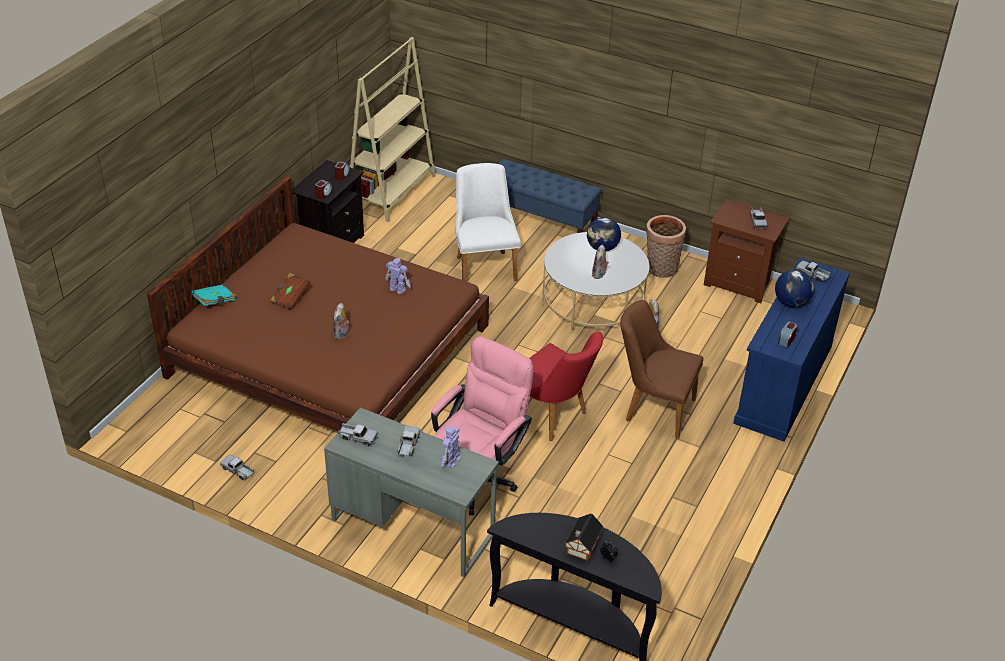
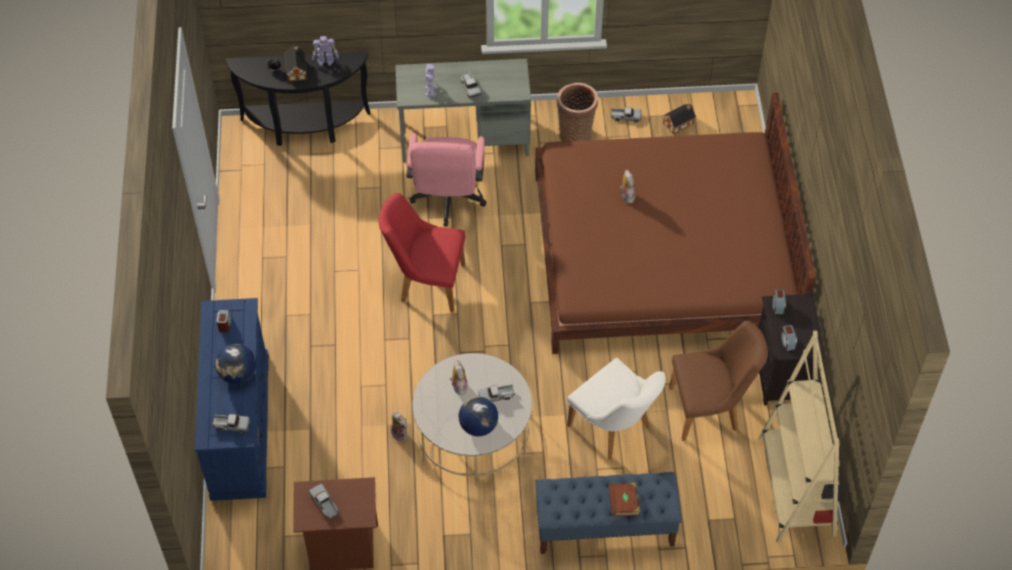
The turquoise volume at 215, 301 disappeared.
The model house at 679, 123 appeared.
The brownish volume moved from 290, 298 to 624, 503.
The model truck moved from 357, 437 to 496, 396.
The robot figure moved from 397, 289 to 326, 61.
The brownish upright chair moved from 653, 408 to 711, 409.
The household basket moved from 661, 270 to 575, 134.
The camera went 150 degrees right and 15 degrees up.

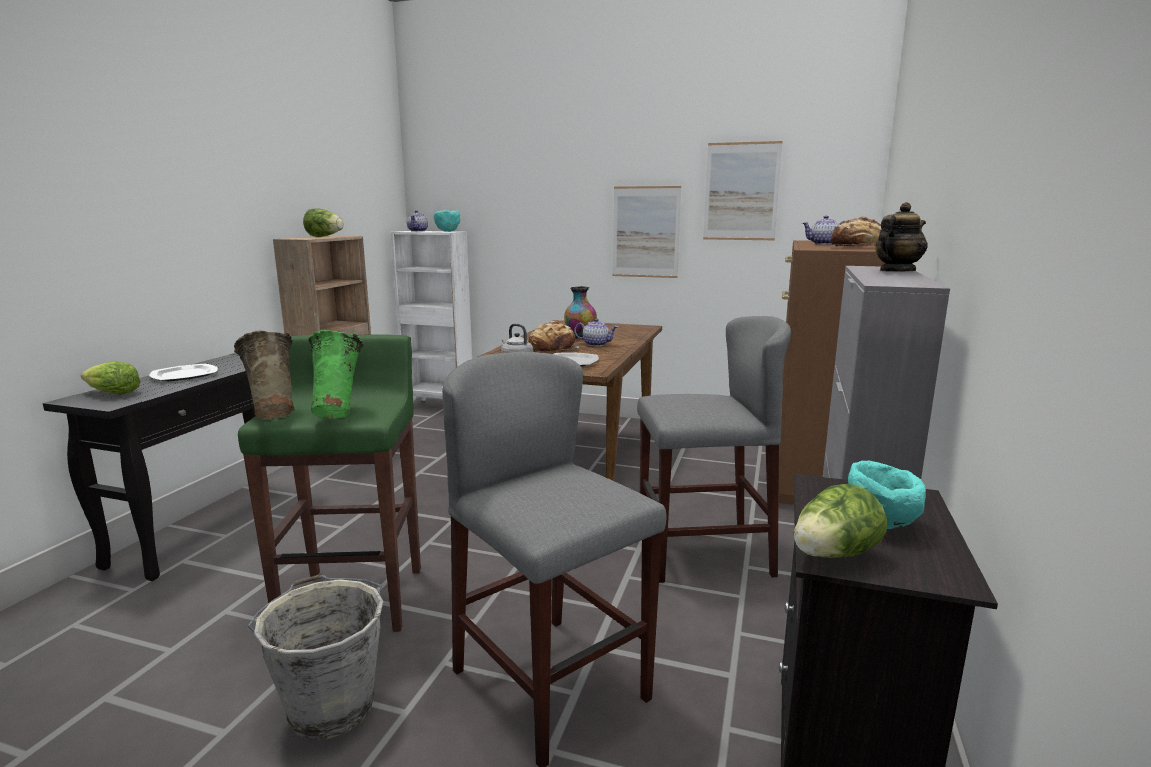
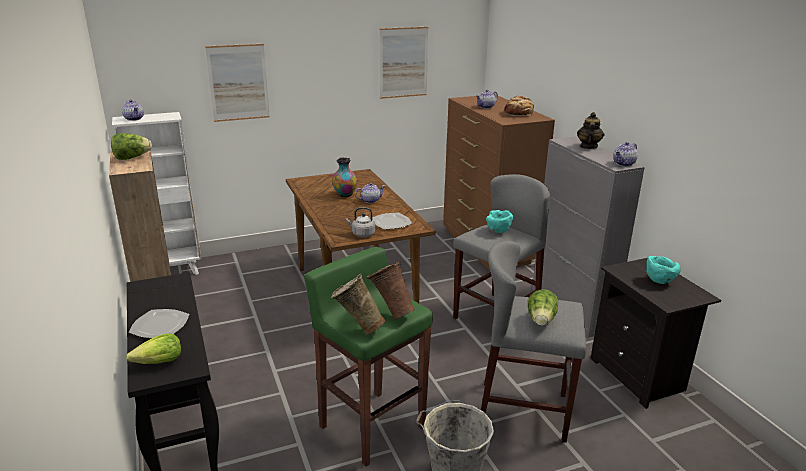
The bread at 552, 348 disappeared.
The pot for tea at 624, 164 appeared.
The turquoise deep dish moved from 447, 231 to 498, 231.
The wall picture moved from 646, 232 to 238, 82.
The head of lettuce moved from 833, 555 to 541, 321.
The green decorative vase at 338, 413 became the brownish decorative vase at 391, 313.
The camera went 40 degrees left and 10 degrees up.

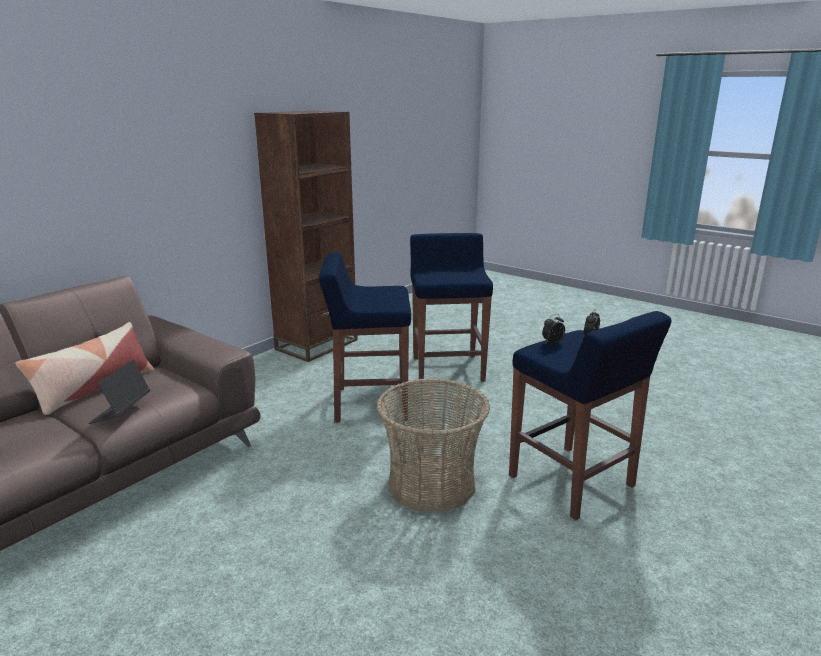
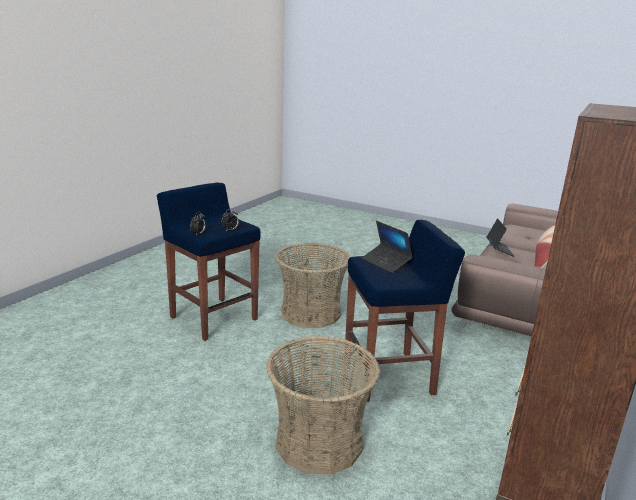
The laptop at 386, 262 appeared.
The blue stool seat at 448, 368 was replaced by the household basket at 319, 442.
The camera went 170 degrees right and 0 degrees up.

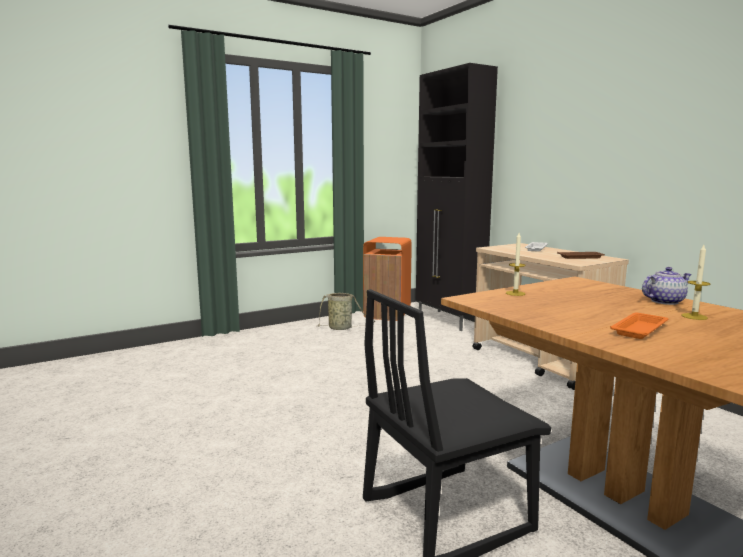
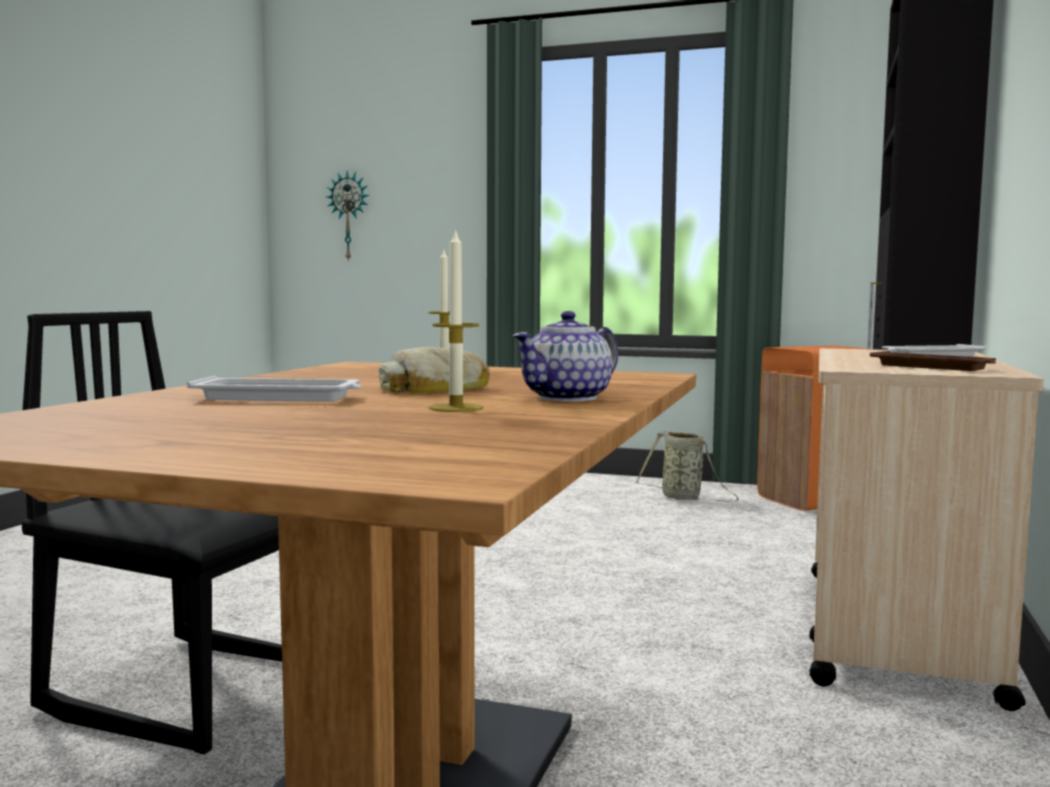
The hanging clock at 349, 216 appeared.
The bread at 436, 389 appeared.
The orangey serving tray at 640, 329 became the whitish serving tray at 279, 398.
The pot for tea at 664, 301 turned 105 degrees clockwise.
The camera went 50 degrees right and 5 degrees down.

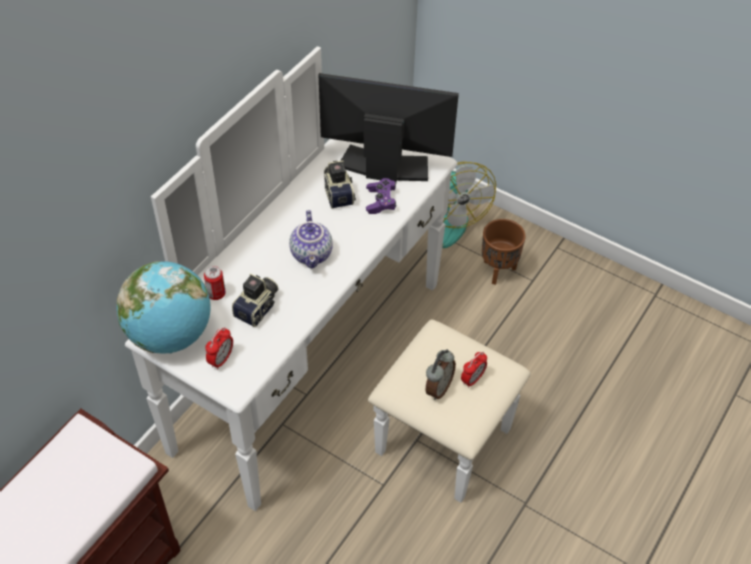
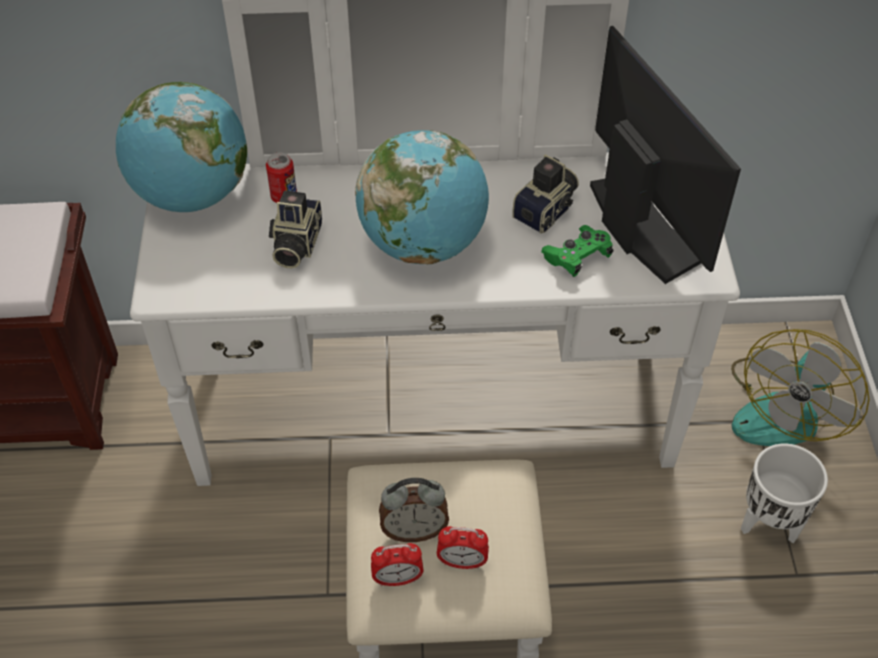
The bedside clock moved from 221, 360 to 397, 579.
The pot for tea at 312, 254 was replaced by the globe at 423, 244.
The purple-coloured game controller at 381, 201 became the green game controller at 577, 258.
The brownish planter at 498, 271 became the whitish planter at 770, 524.
The still camera at 258, 308 turned 105 degrees clockwise.
The camera went 55 degrees right and 0 degrees up.

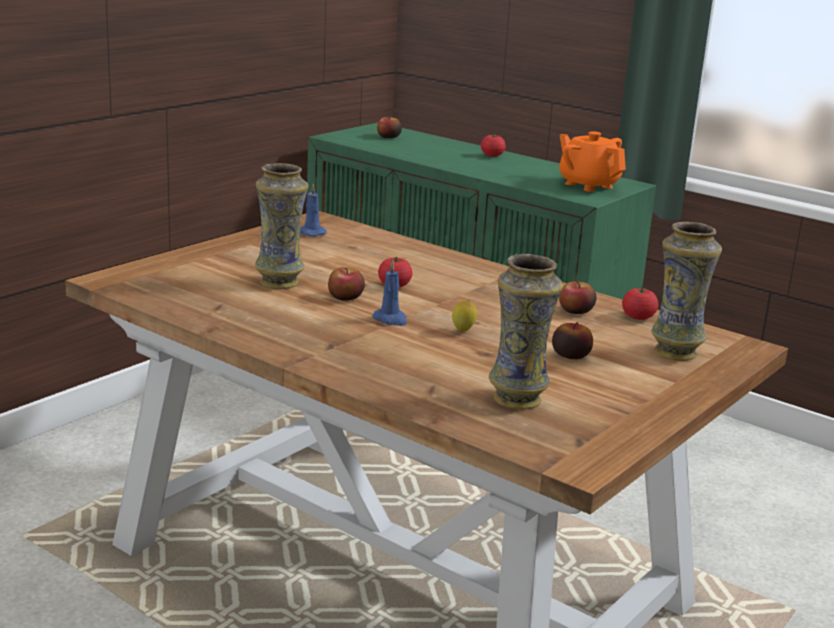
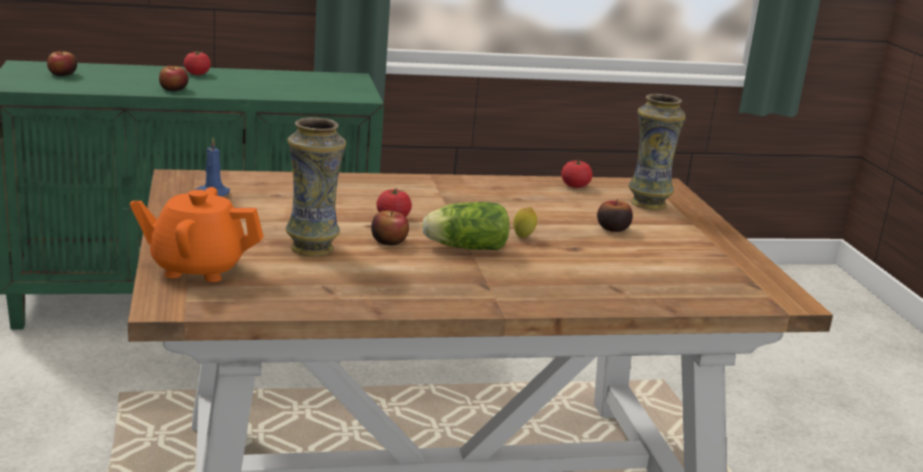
The decorative vase at 518, 400 disappeared.
The orangey pot for tea moved from 588, 185 to 197, 268.
The whole apple moved from 576, 311 to 174, 89.
The blue wax light at 391, 320 was replaced by the head of lettuce at 463, 247.
The camera went 50 degrees left and 0 degrees up.

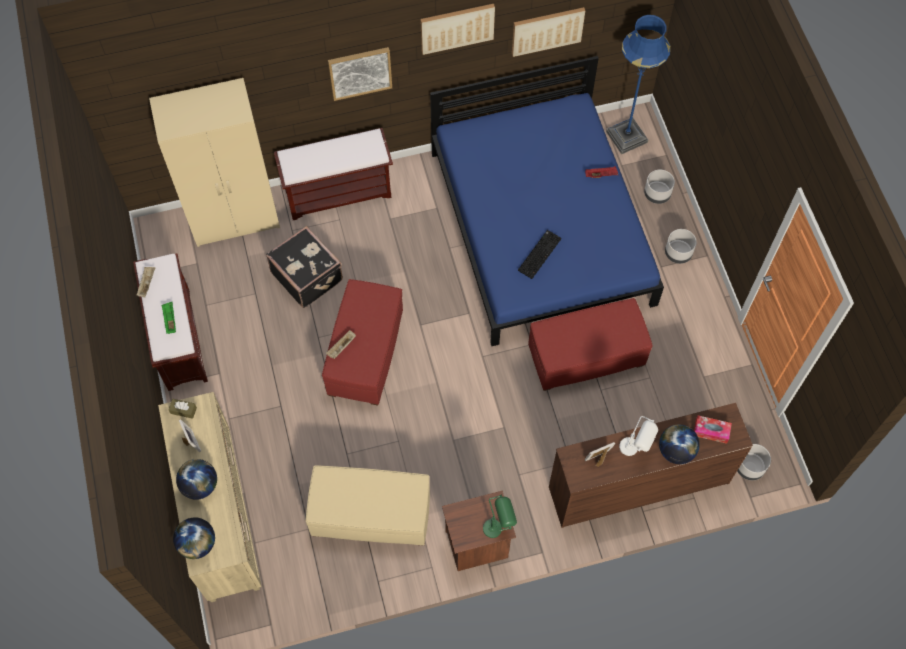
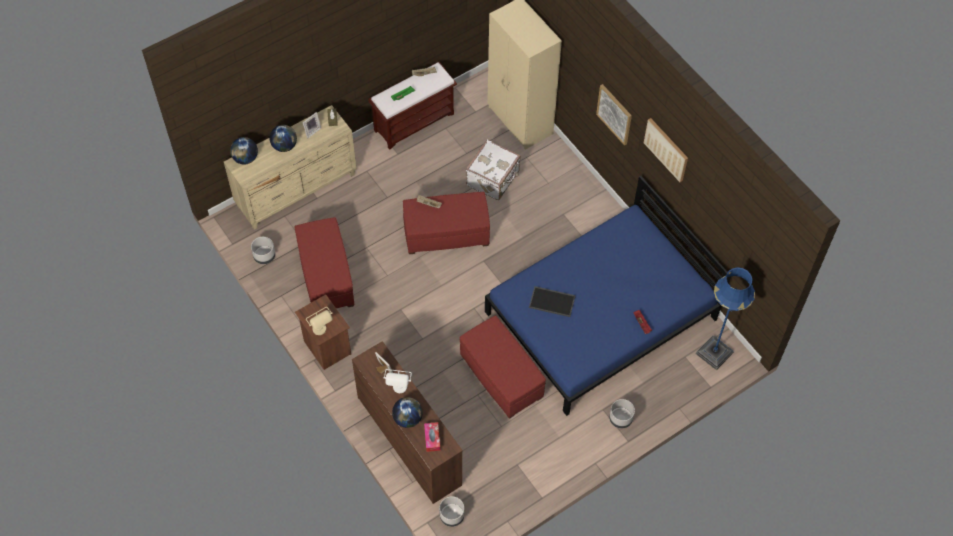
The brownish long seat at 339, 193 disappeared.
The wall picture at 547, 30 disappeared.
The gray planter moved from 657, 194 to 264, 256.
The PC keyboard at 539, 253 was replaced by the serving tray at 552, 301.
The blackish piece of luggage at 307, 276 became the whitish piece of luggage at 493, 179.
The sand-coloured footrest at 370, 515 became the reddish footrest at 326, 276.
The green table lamp at 498, 526 became the sand-coloured table lamp at 322, 332.
The camera went 70 degrees right and 5 degrees down.

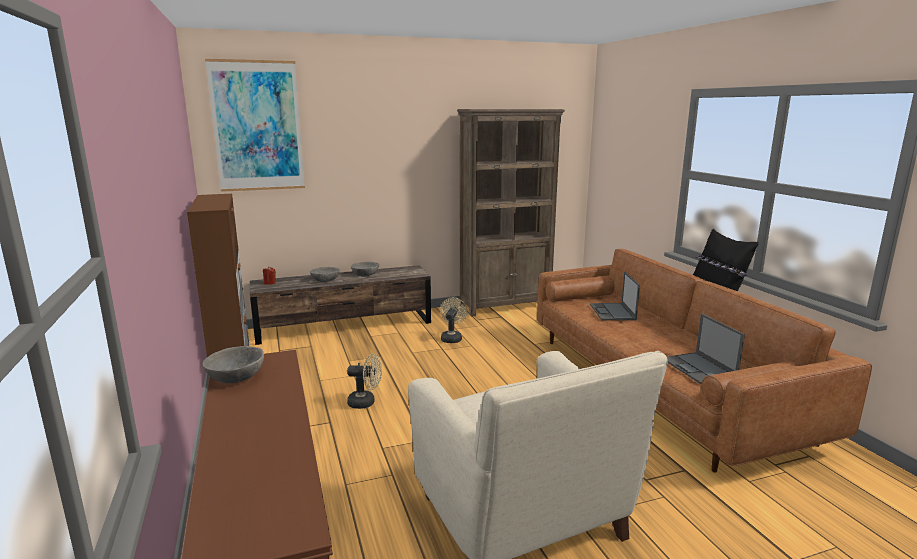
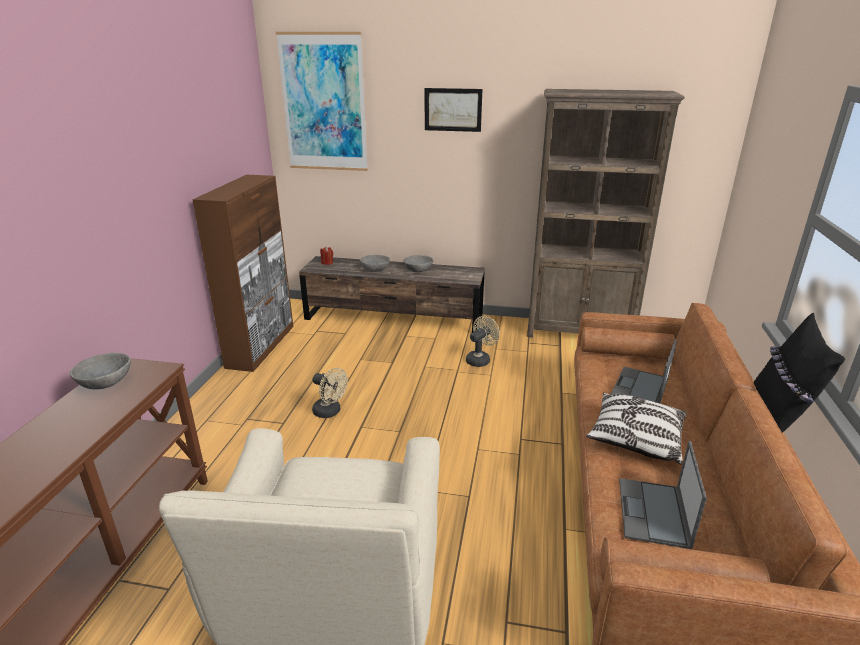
The wall picture at 453, 109 appeared.
The throw pillow at 635, 438 appeared.
The camera went 30 degrees right and 10 degrees up.

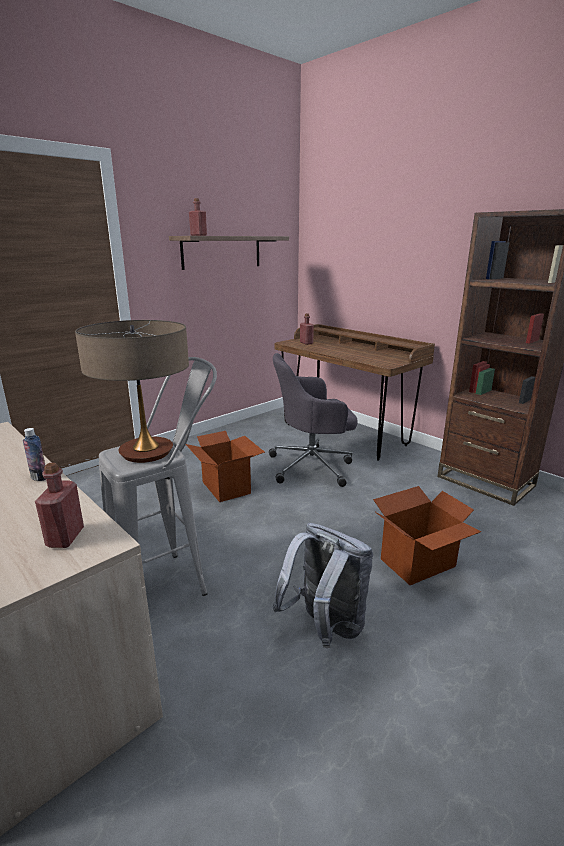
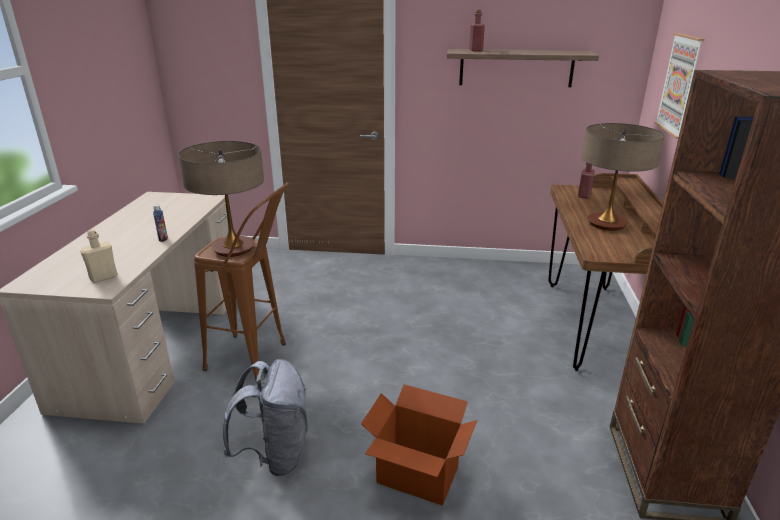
The packing box at 227, 487 disappeared.
The gray office chair at 312, 466 disappeared.
The table lamp at 606, 224 appeared.
The wall picture at 679, 84 appeared.
The reddish beverage bottle at 65, 537 became the sand-coloured beverage bottle at 103, 277.
The gray stool seat at 172, 581 became the brownish stool seat at 257, 359.
The camera went 50 degrees right and 5 degrees up.

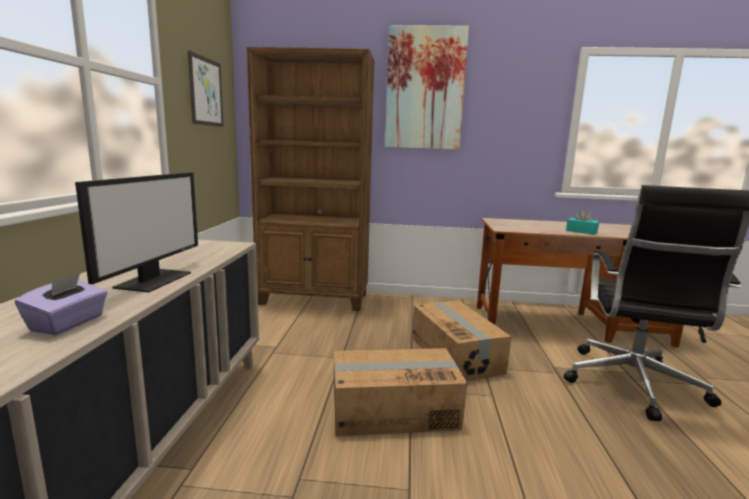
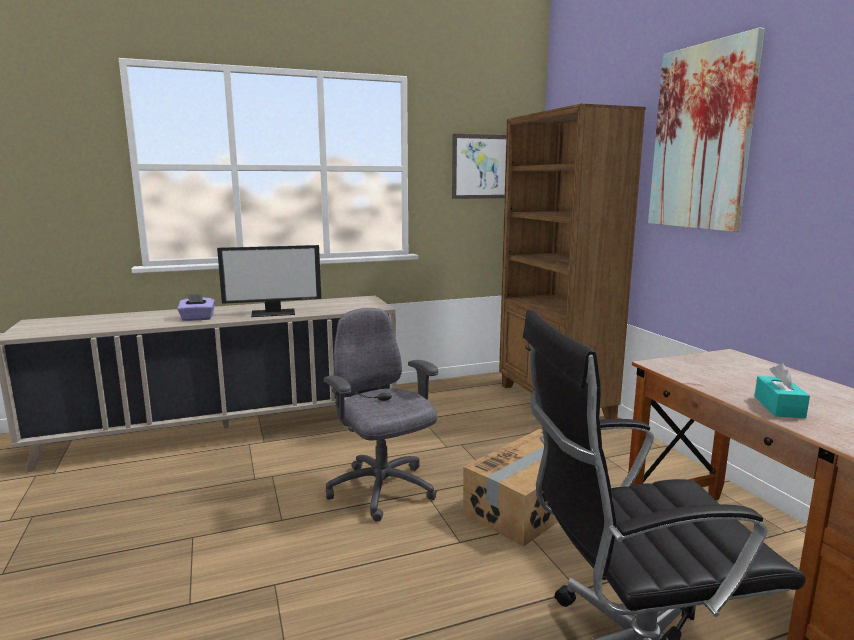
The packing box at 393, 409 was replaced by the gray office chair at 382, 491.
The camera went 65 degrees right and 0 degrees up.

